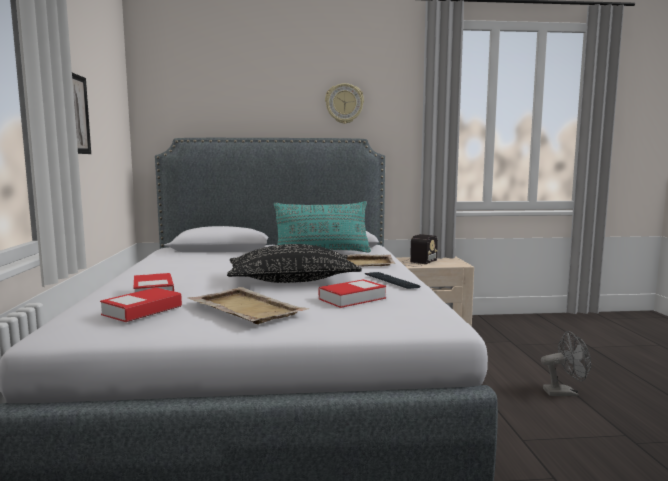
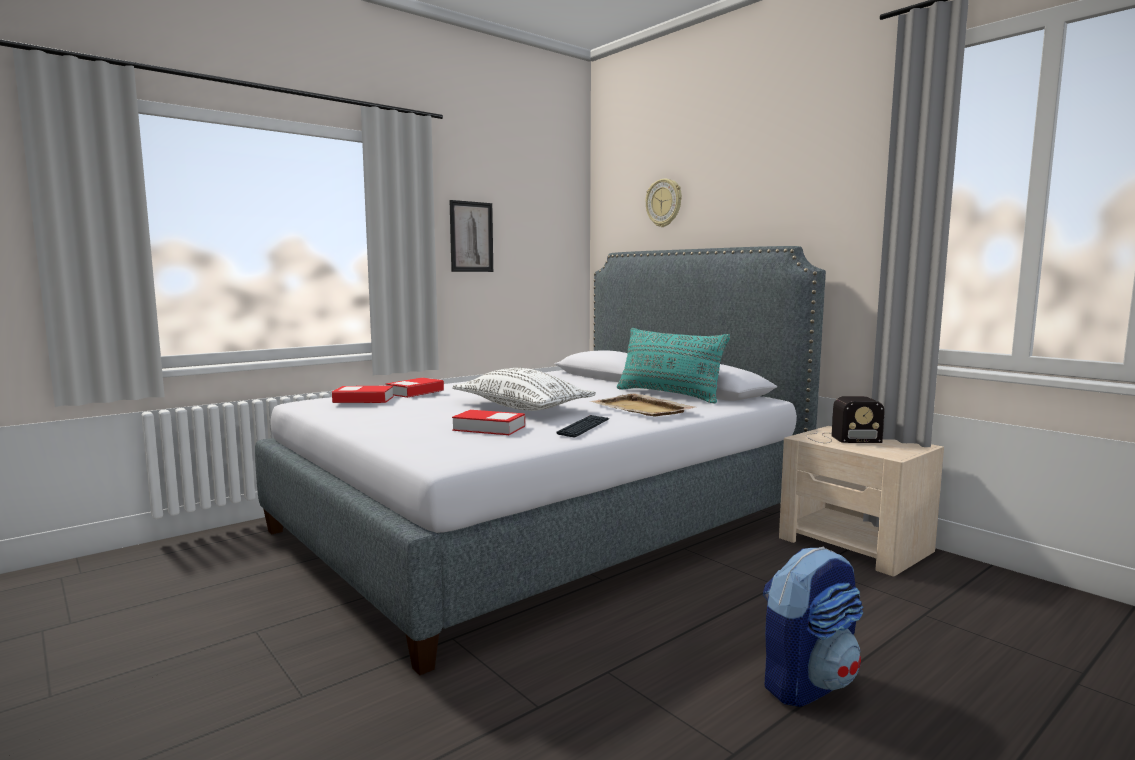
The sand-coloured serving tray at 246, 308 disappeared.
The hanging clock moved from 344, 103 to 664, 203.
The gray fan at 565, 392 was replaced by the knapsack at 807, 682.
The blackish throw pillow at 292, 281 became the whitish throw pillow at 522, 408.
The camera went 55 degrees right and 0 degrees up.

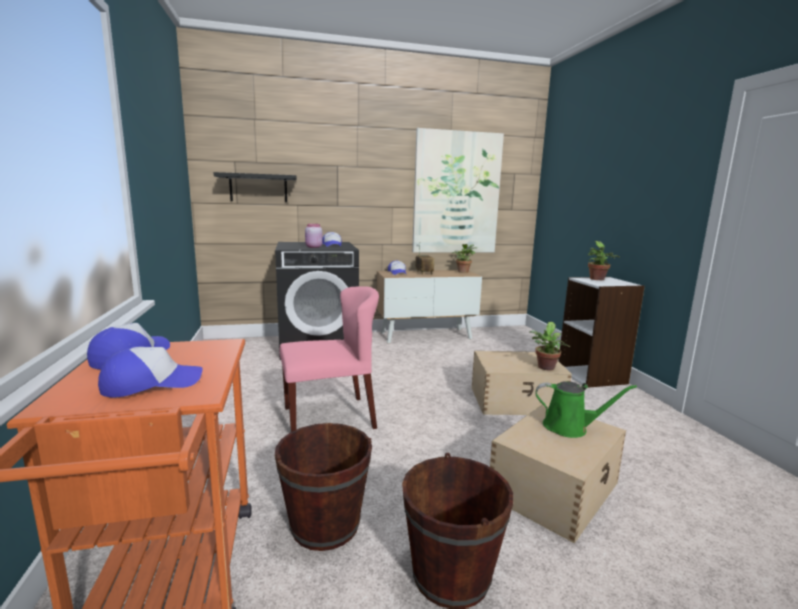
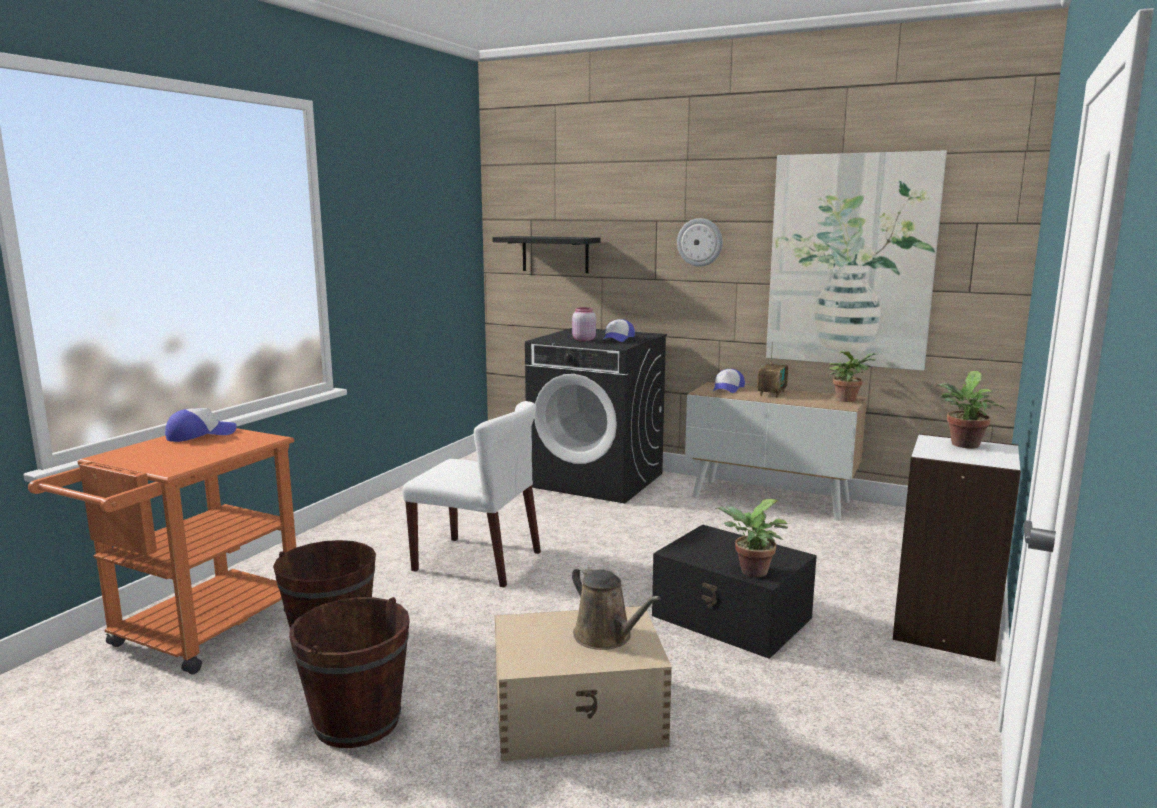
The peaked cap at 151, 384 disappeared.
The hanging clock at 700, 242 appeared.
The pinkish upright chair at 330, 417 became the whitish upright chair at 478, 561.
The sand-coloured storage container at 517, 401 became the blackish storage container at 732, 617.
The green sprinkling can at 569, 427 became the brownish sprinkling can at 606, 637.
The camera went 40 degrees right and 0 degrees up.

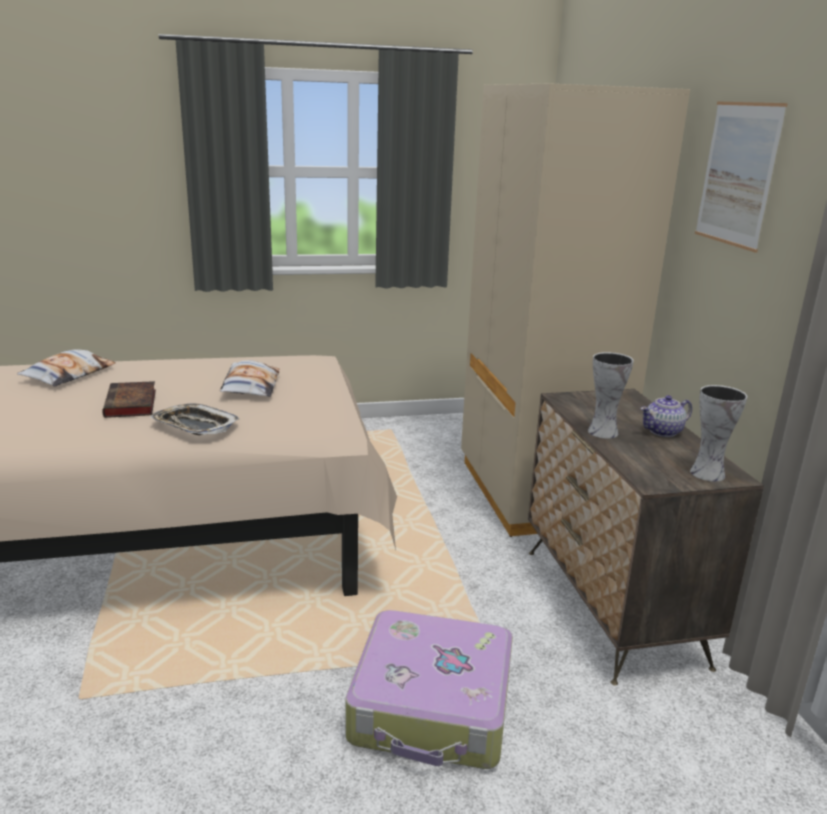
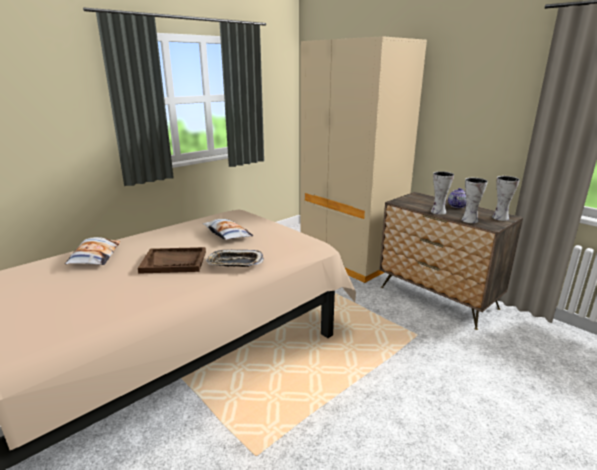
The piece of luggage at 432, 707 disappeared.
The wall picture at 737, 174 disappeared.
The decorative vase at 469, 220 appeared.
The volume at 131, 404 was replaced by the brownish serving tray at 174, 262.
The camera went 30 degrees left and 0 degrees up.

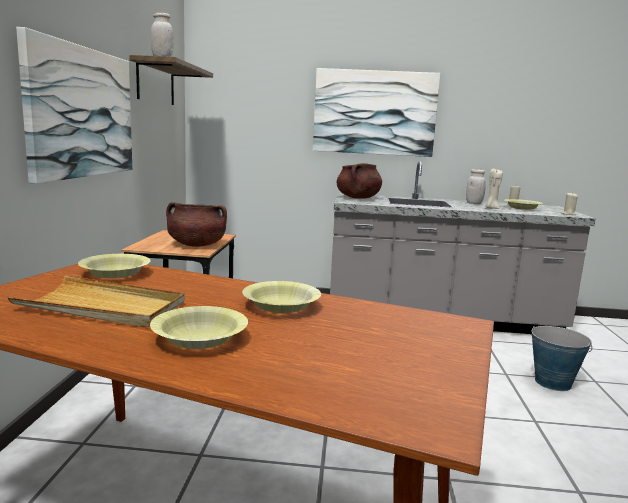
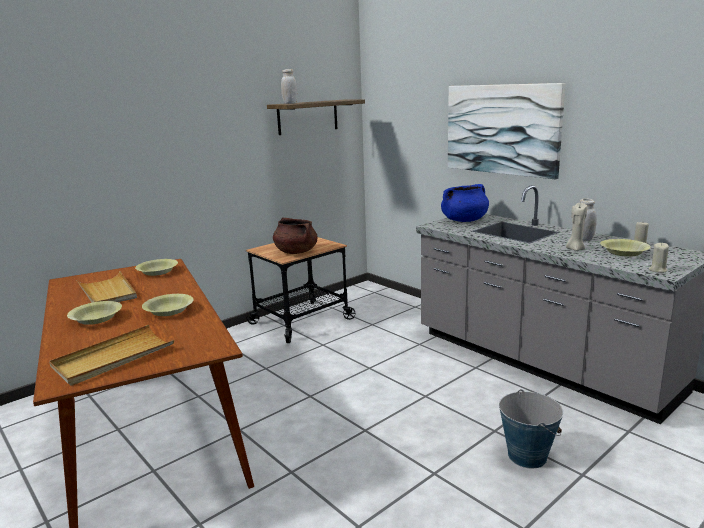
The wall picture at 82, 112 disappeared.
The sand-coloured serving tray at 113, 358 appeared.
The brownish stockpot at 358, 198 became the blue stockpot at 464, 220.
The camera went 45 degrees right and 5 degrees up.

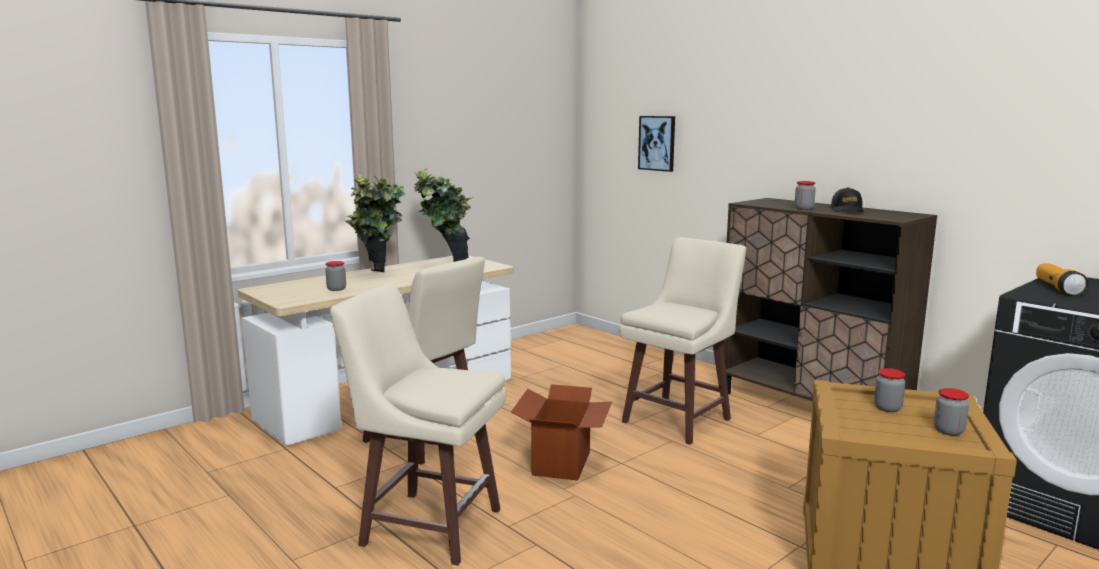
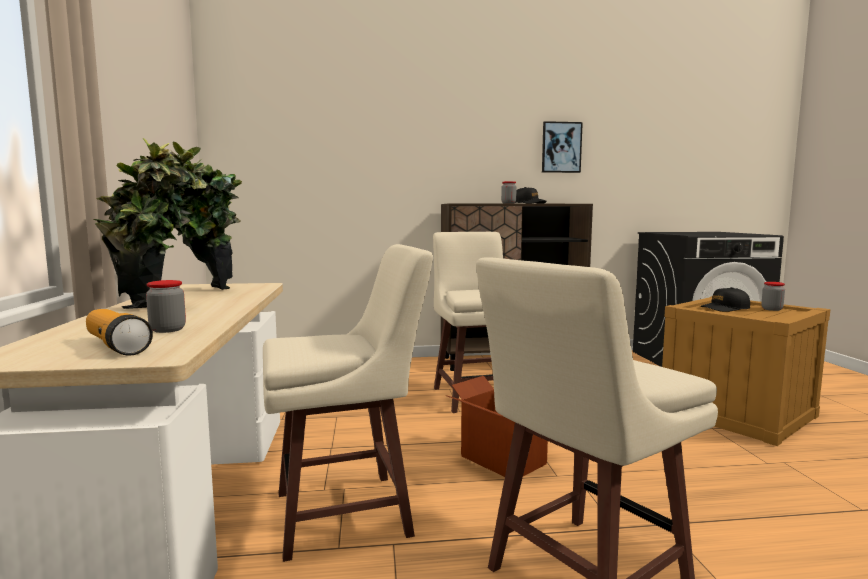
The wall picture moved from 657, 143 to 561, 147.
The torch moved from 1057, 289 to 117, 347.
The preserve jar at 887, 408 was replaced by the blackish peaked cap at 725, 309.
The camera went 55 degrees left and 5 degrees down.

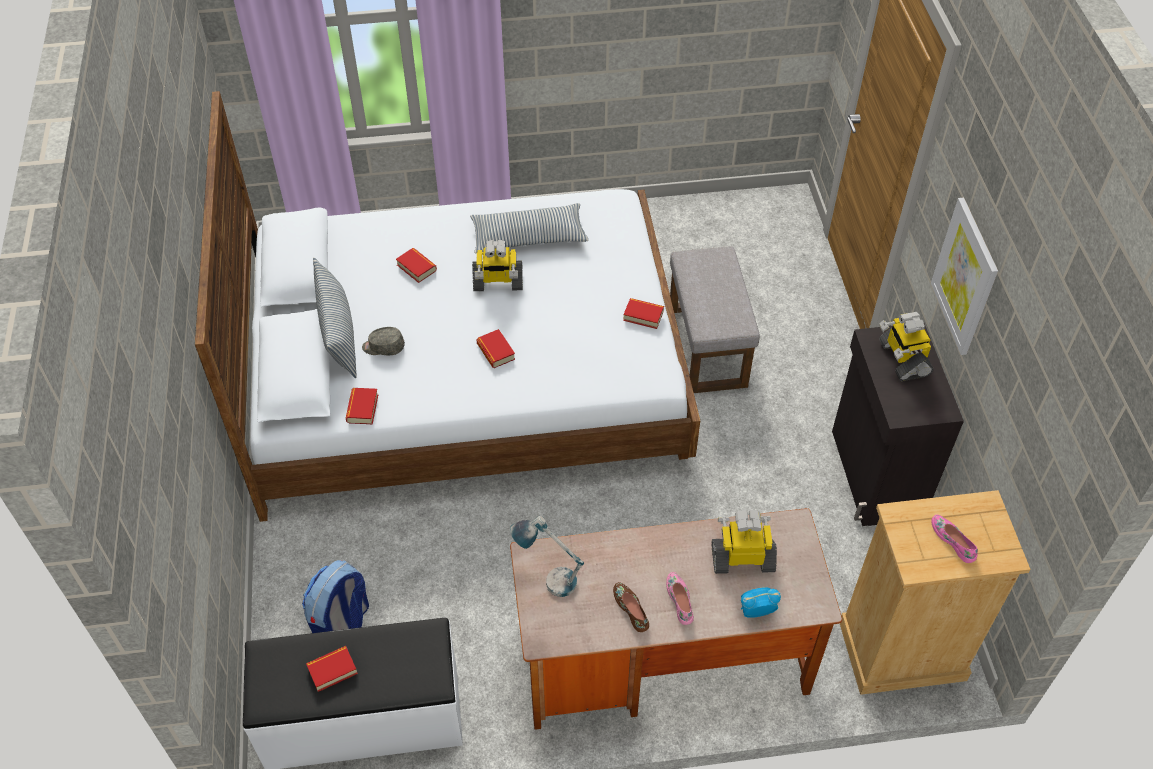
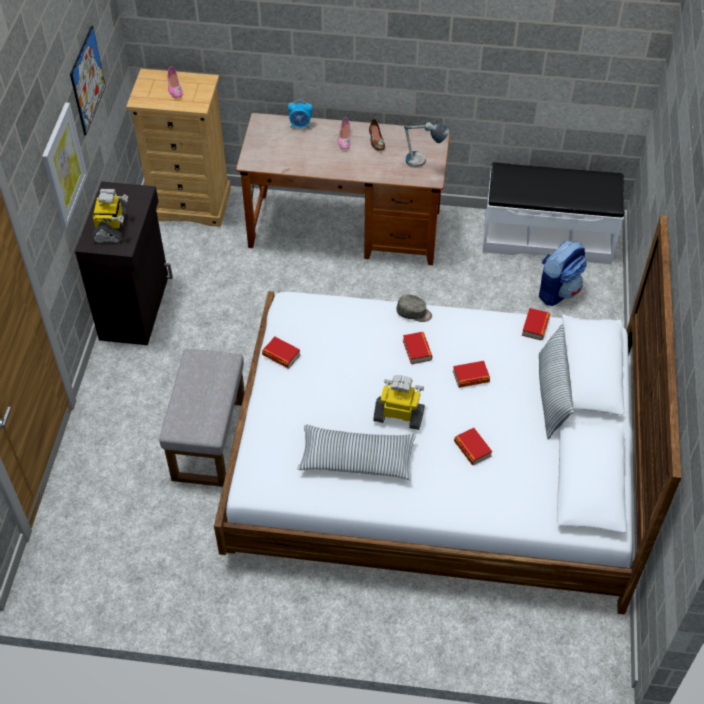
The robot figure at 742, 558 disappeared.
The wall picture at 87, 80 appeared.
The volume moved from 332, 670 to 471, 377.
The gray peaked cap moved from 383, 347 to 414, 313.
The camera went 165 degrees left and 0 degrees up.

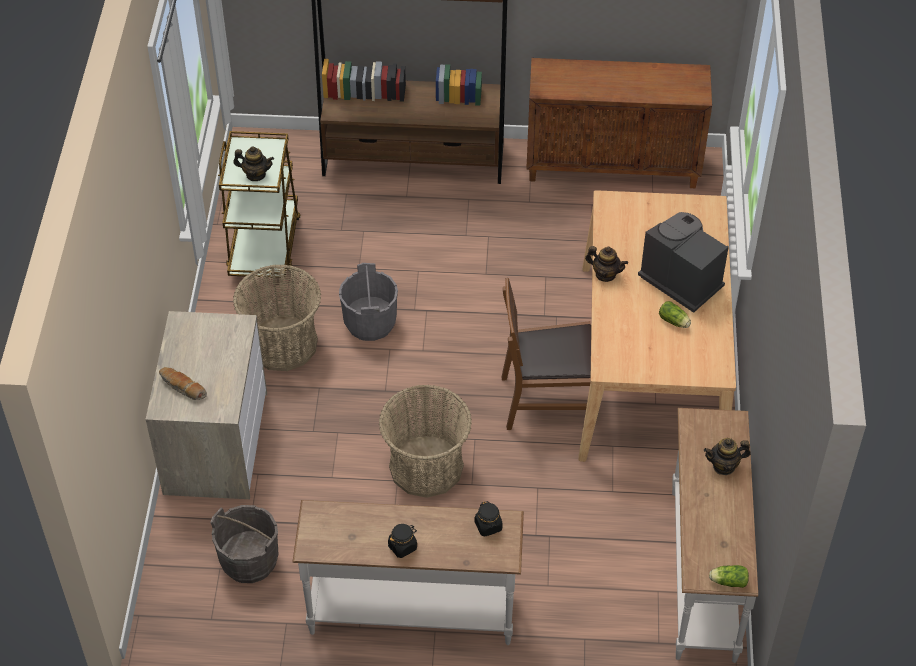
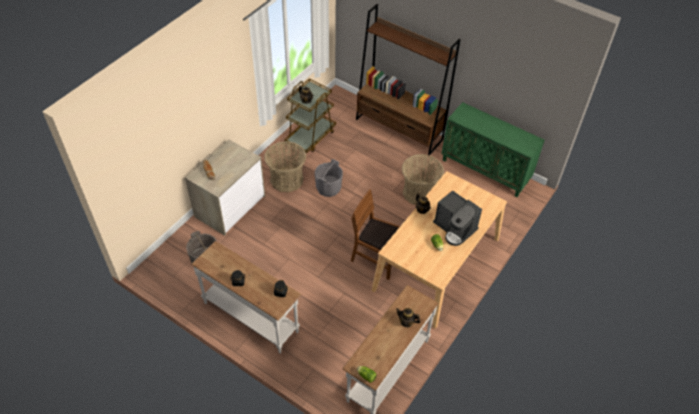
The household basket moved from 426, 466 to 419, 192.
The brownish storage cabinet at 613, 166 became the green storage cabinet at 485, 170.
The coffee machine at 680, 280 turned 150 degrees clockwise.
The camera went 30 degrees right and 0 degrees up.

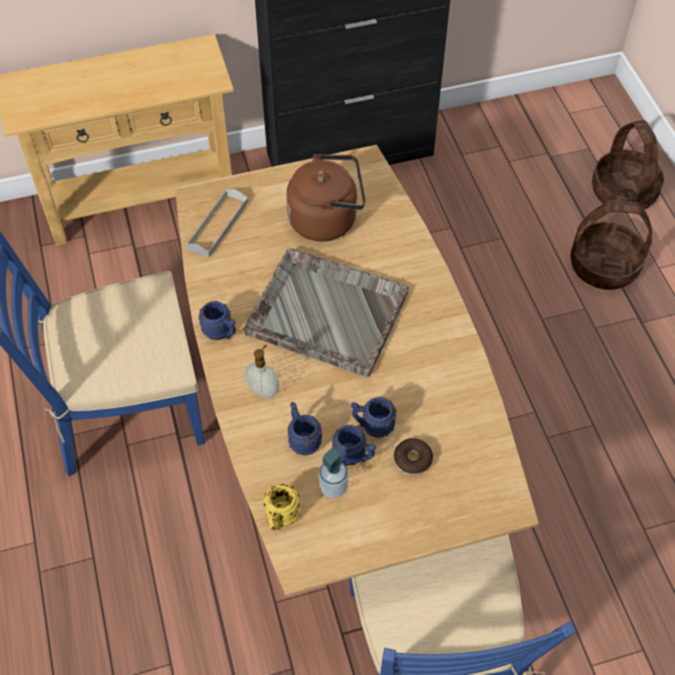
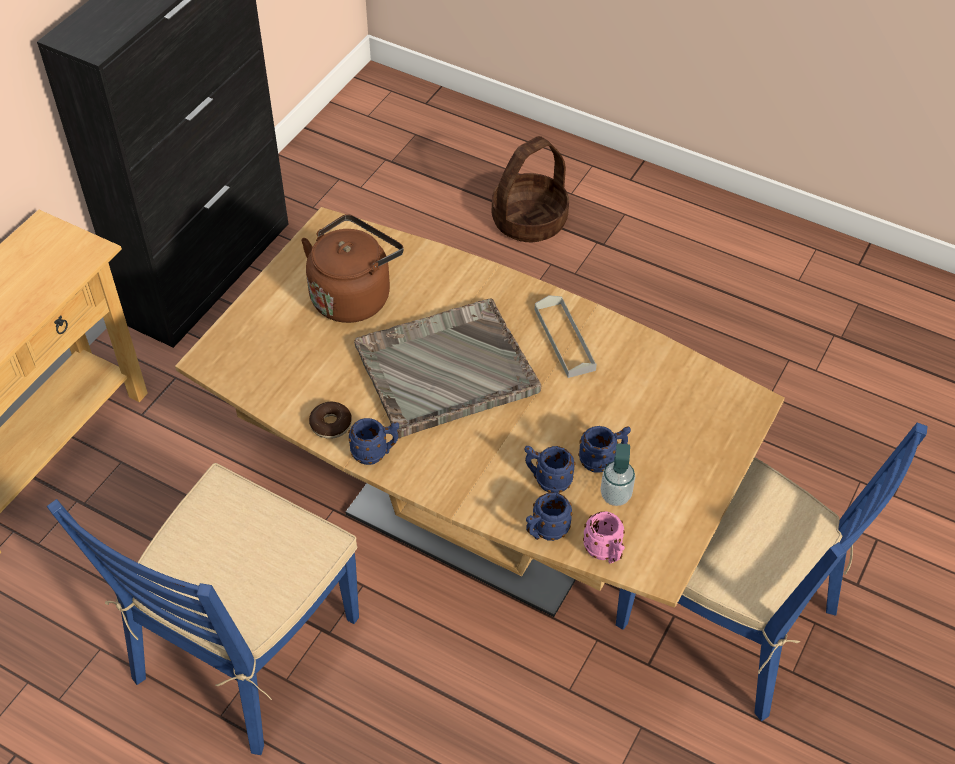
The soap dispenser at 263, 389 disappeared.
The household basket at 624, 192 disappeared.
The gray serving tray moved from 218, 225 to 564, 339.
The blue mug moved from 372, 426 to 545, 532.
The donut moved from 412, 460 to 331, 424.
The yellow mug at 281, 519 became the pinkish mug at 605, 553.
The camera went 45 degrees left and 5 degrees down.

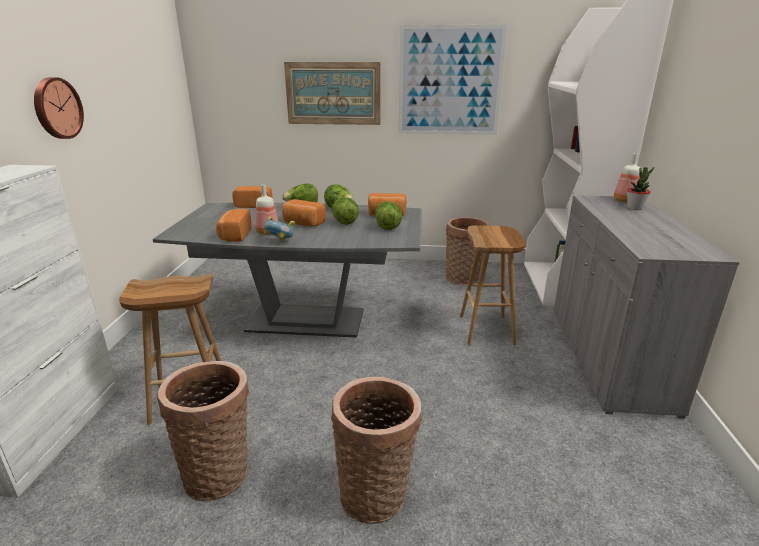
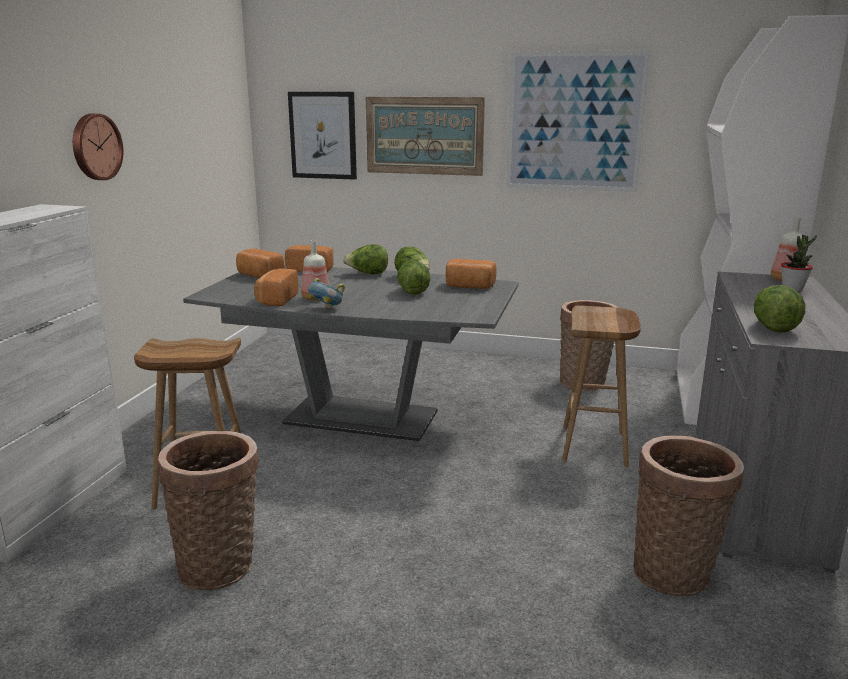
The wall picture at 323, 135 appeared.
The bread moved from 303, 223 to 259, 276.
The household basket moved from 376, 493 to 675, 571.
The head of lettuce moved from 388, 227 to 773, 328.
The camera went 10 degrees right and 5 degrees down.

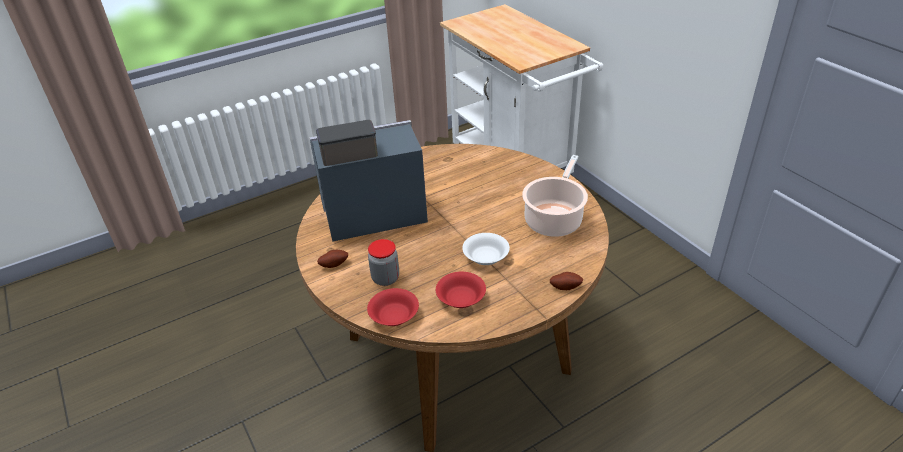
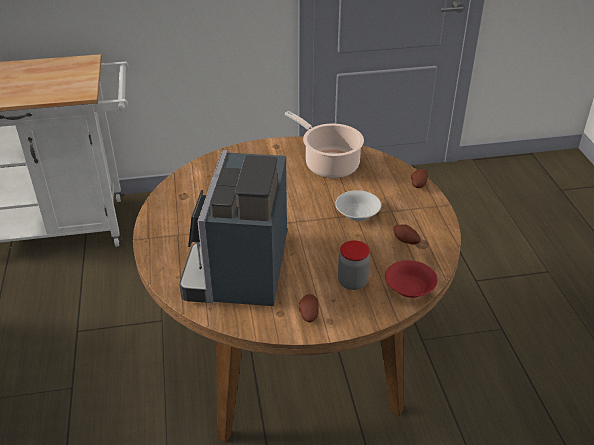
The reddish deep dish at 461, 298 was replaced by the spud at 405, 241.
The camera went 70 degrees left and 0 degrees up.

